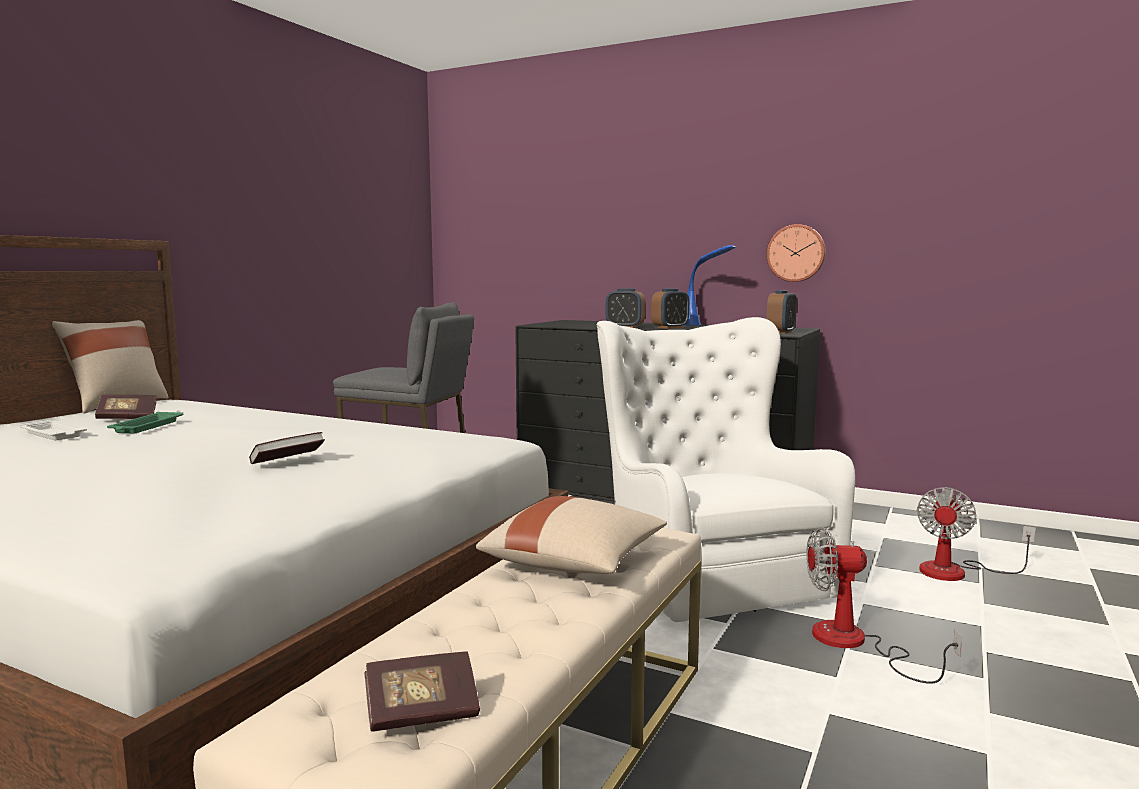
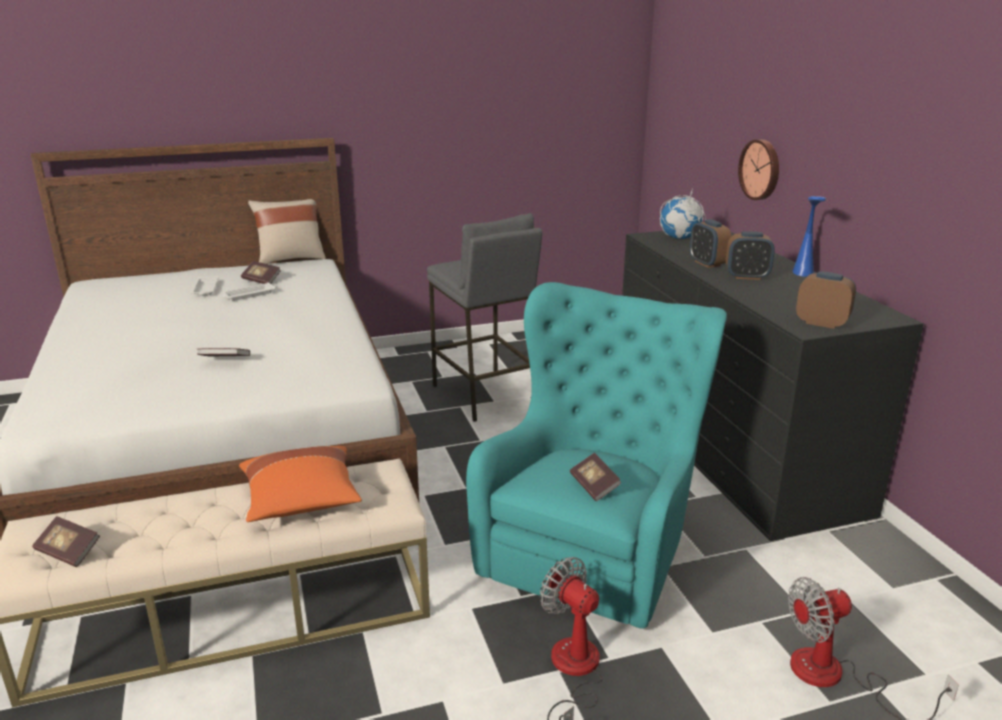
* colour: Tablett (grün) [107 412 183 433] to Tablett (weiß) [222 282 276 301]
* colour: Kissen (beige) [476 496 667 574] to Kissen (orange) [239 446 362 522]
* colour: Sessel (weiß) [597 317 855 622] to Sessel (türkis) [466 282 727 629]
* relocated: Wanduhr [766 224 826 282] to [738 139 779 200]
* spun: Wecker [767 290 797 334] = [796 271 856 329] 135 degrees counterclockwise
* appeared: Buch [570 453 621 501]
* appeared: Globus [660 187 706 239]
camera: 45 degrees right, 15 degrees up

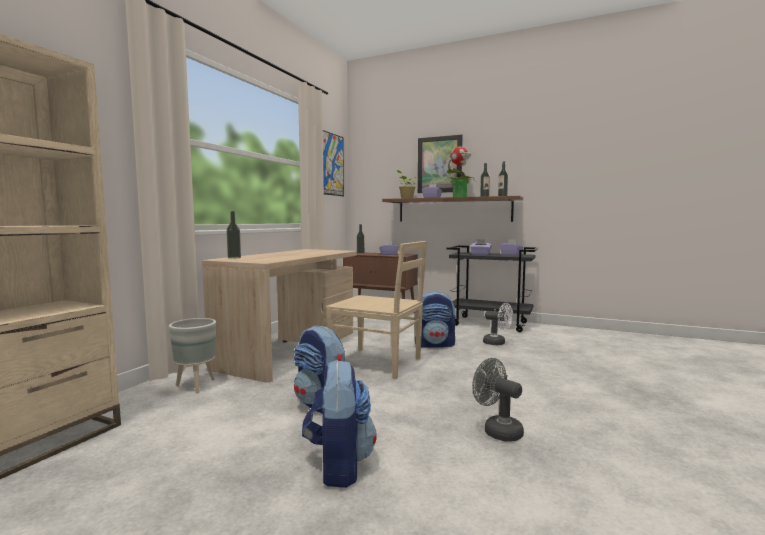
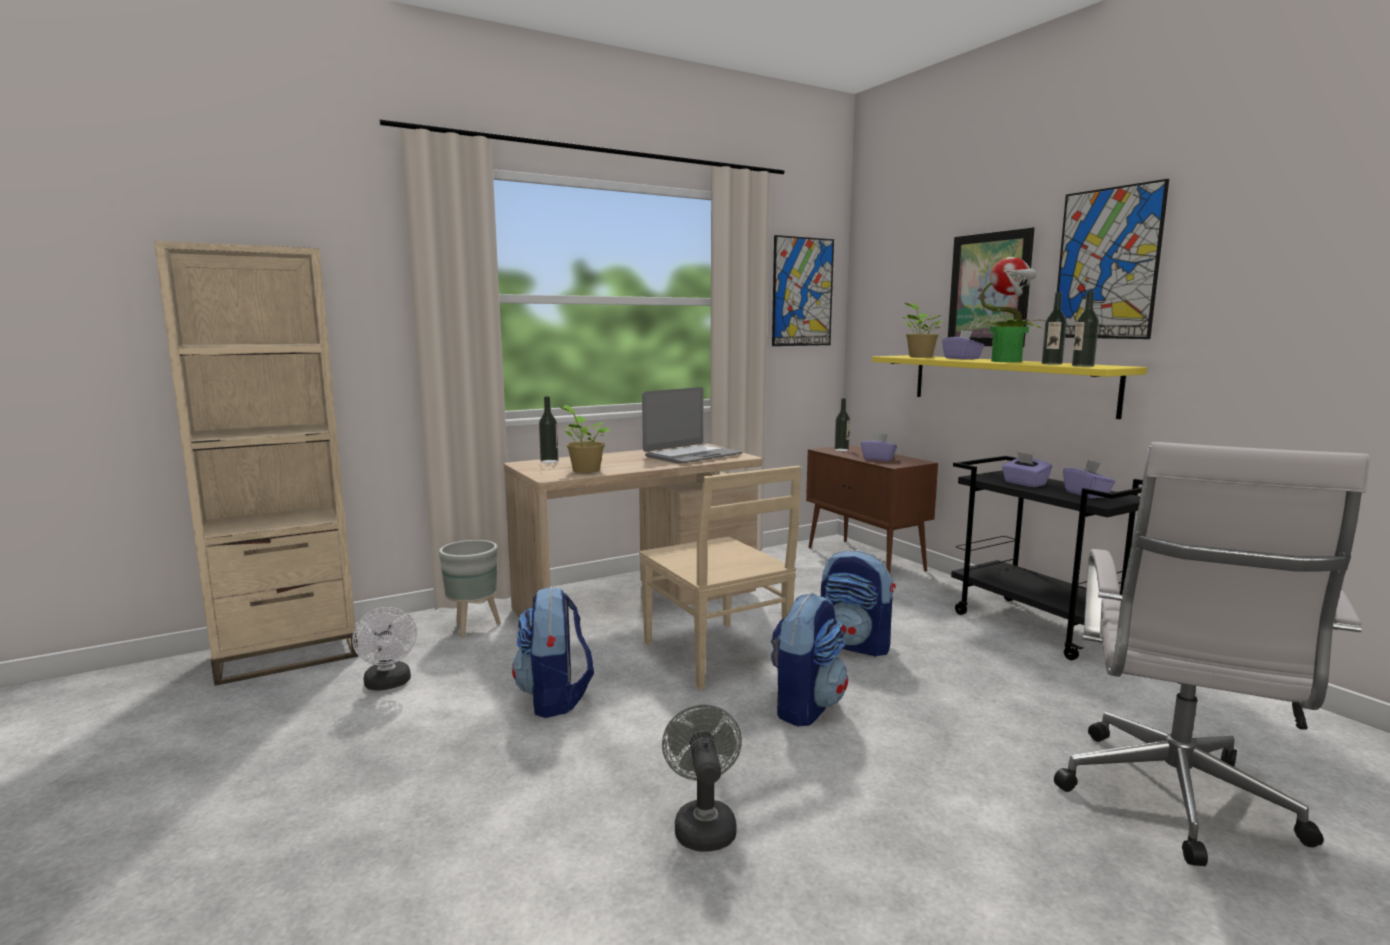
* relocated: Rucksack [302 359 377 488] to [770 593 848 727]
* colour: Wandregal (braun) [382 196 523 222] to Wandregal (gelb) [872 355 1147 419]
* relocated: Ventilator (weiß) [483 303 513 345] to [352 607 417 691]
* appeared: Topfpflanze [561 405 611 473]
* appeared: Laptop [642 387 743 464]
* appeared: Bürostuhl (weiß) [1054 442 1370 866]
* appeared: Bild [1057 179 1169 339]
camera: 35 degrees right, 5 degrees up

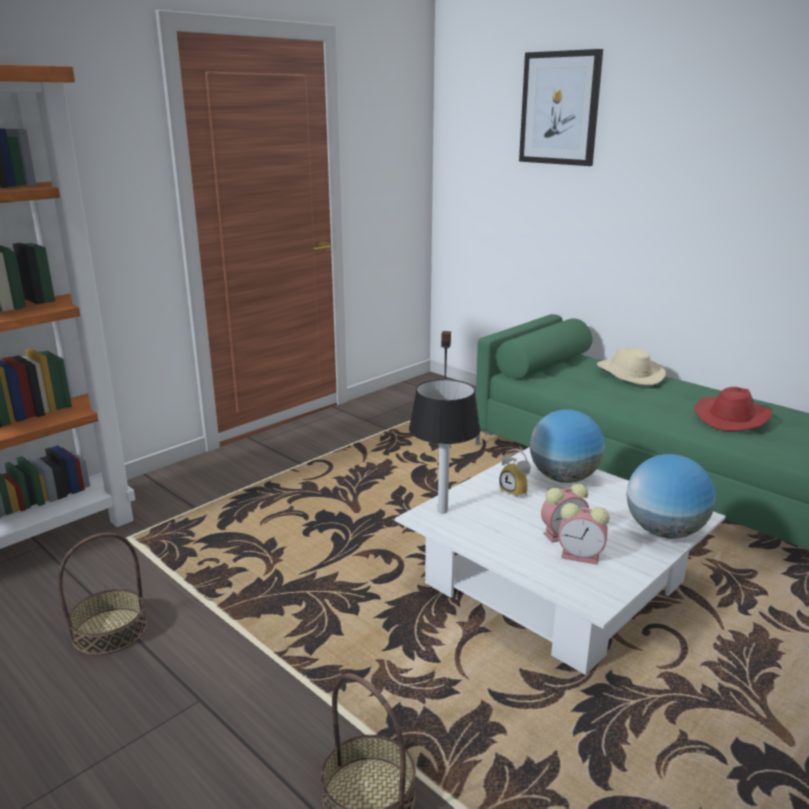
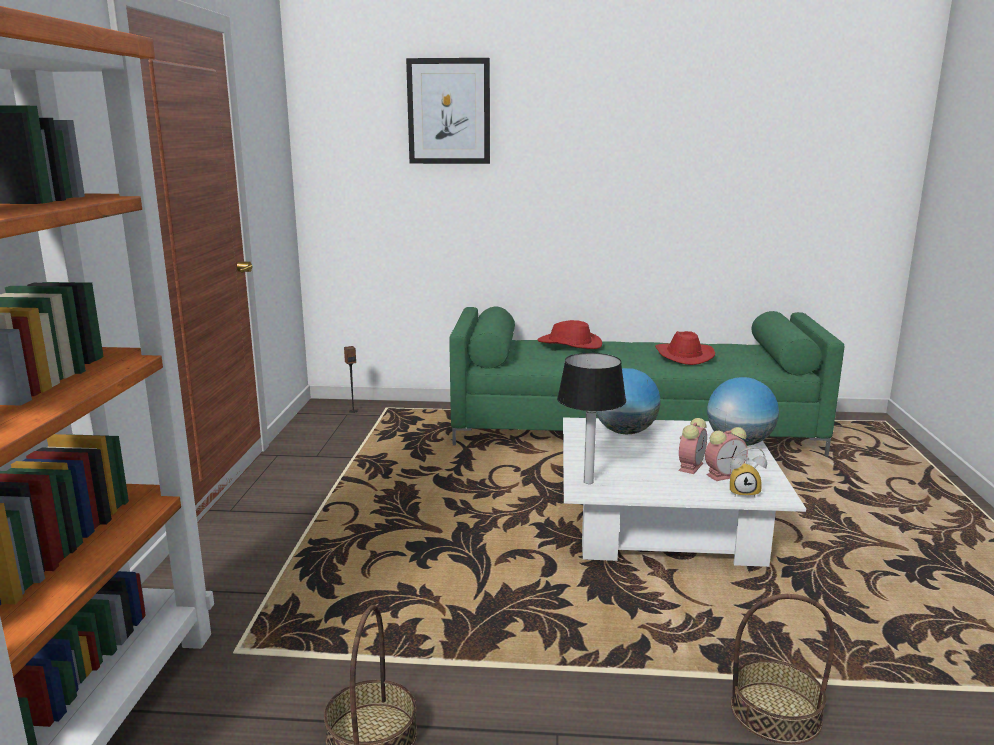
* relocated: Wecker [499 449 531 498] to [730 446 767 497]
* colour: Hut (beige) [597 348 666 386] to Hut (rot) [537 320 602 349]
camera: 40 degrees left, 5 degrees down

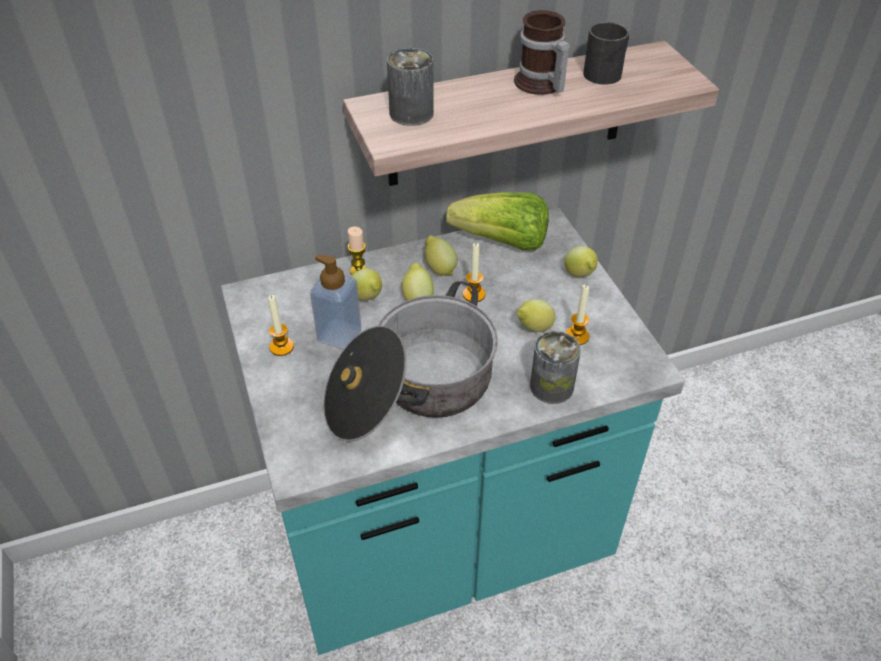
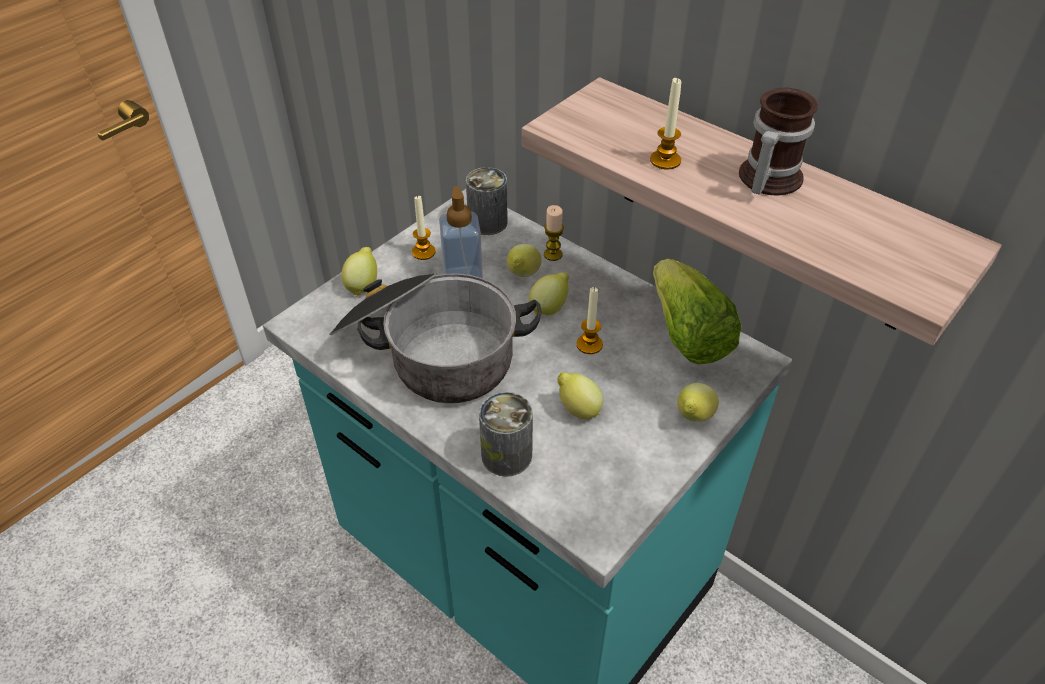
* relocated: Dose [387 48 434 126] to [466 167 508 235]
* relocated: Zitrone [425 235 458 275] to [341 247 377 297]
* relocated: Kerze [566 285 589 345] to [650 77 681 170]
* missing: Henkelbecher (schwarz) [583 22 629 85]
camera: 60 degrees right, 0 degrees up

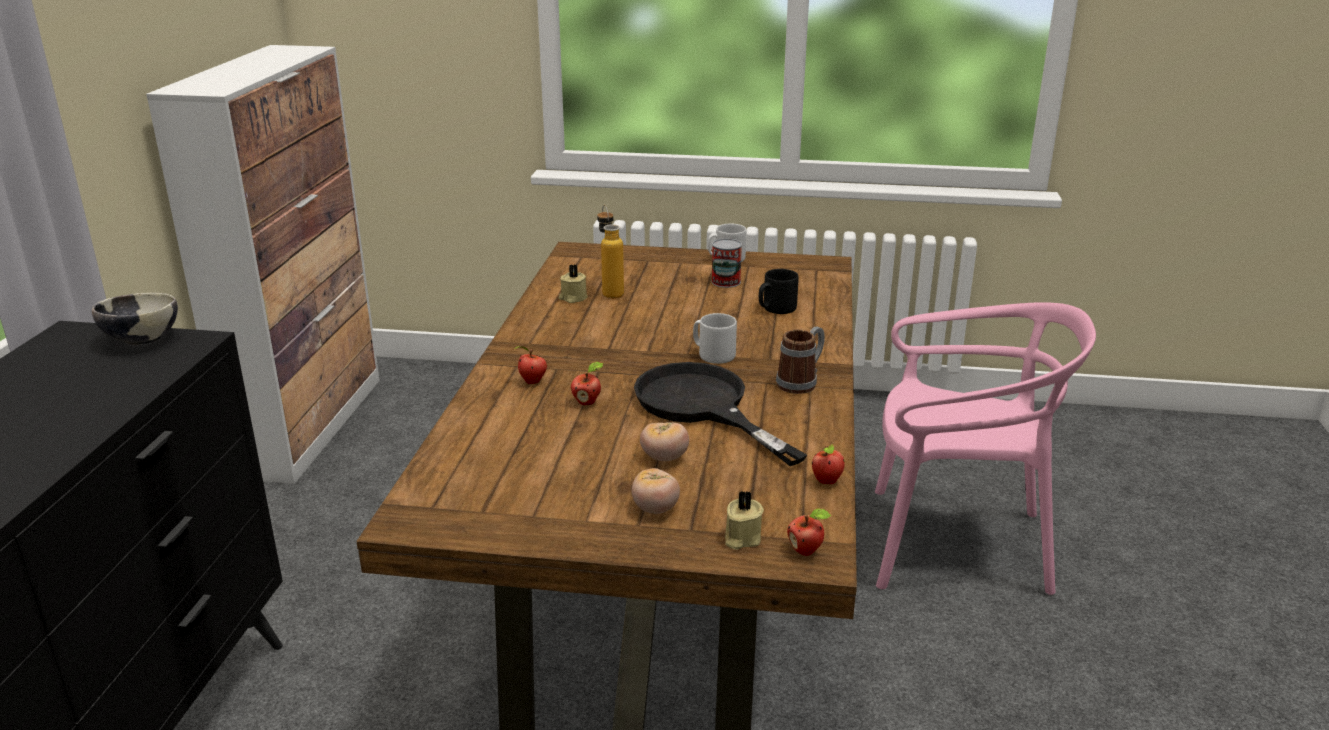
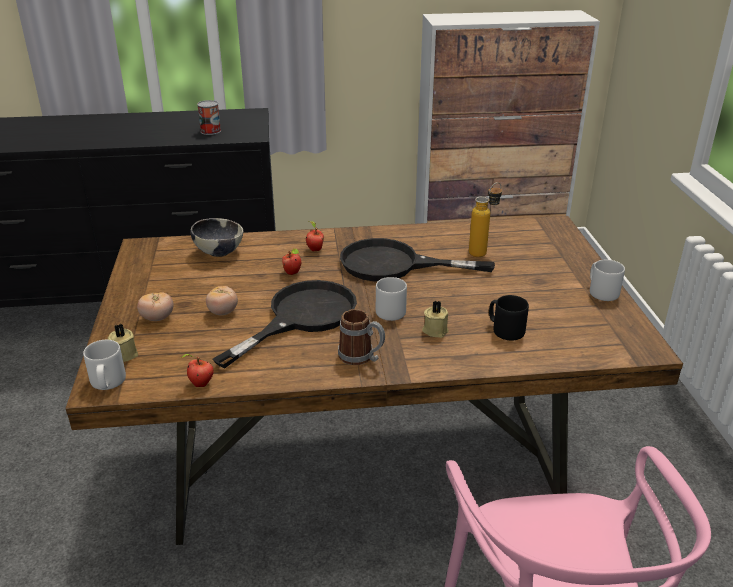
* relocated: Schüssel [92 293 178 345] to [190 218 243 257]
* relocated: Kerze (beige) [559 265 588 303] to [422 301 449 338]
* relocated: Dose [711 238 742 288] to [197 100 221 135]
* exchanged: Apfel [787 508 832 556] to Henkelbecher (grau) [83 340 126 390]
* appeared: Pfanne (schwarz) [340 238 495 281]
camera: 75 degrees right, 5 degrees up

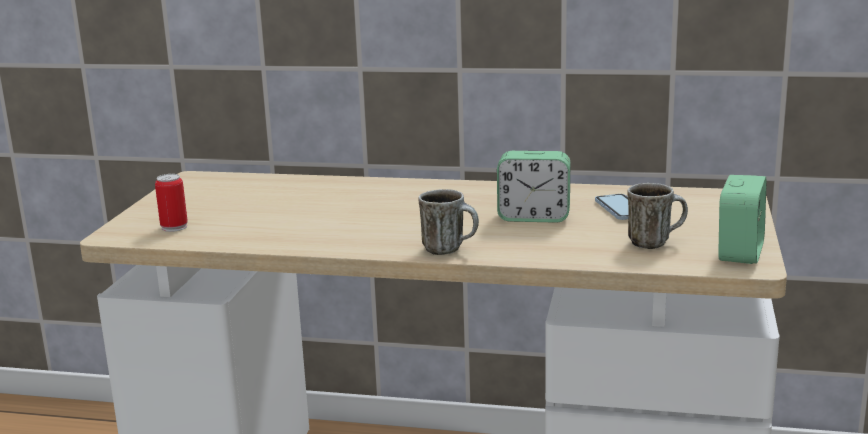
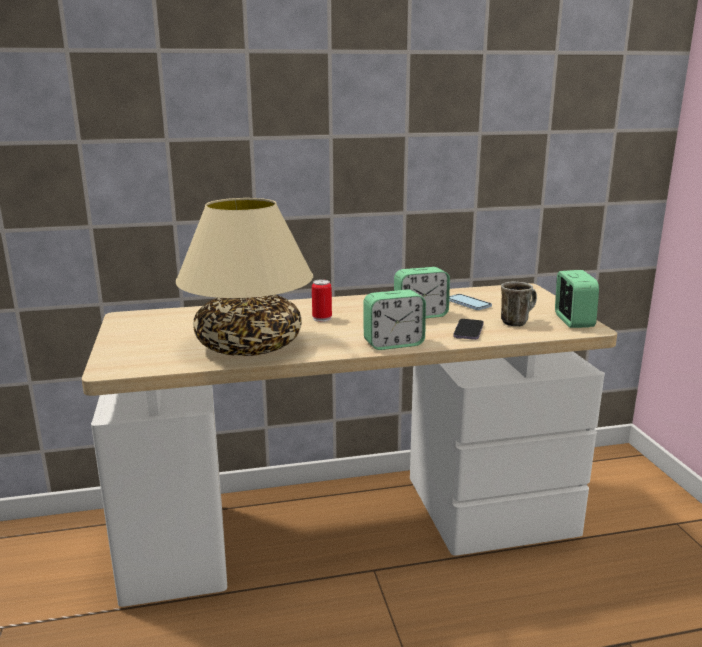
* relocated: Dose [155 174 188 232] to [312 279 332 322]
* exchanged: Henkelbecher [418 189 479 255] to Wecker [363 289 426 350]
* appeared: Tischlampe (beige) [176 198 313 356]
* appeared: Handy [453 319 484 340]
camera: 25 degrees left, 0 degrees up

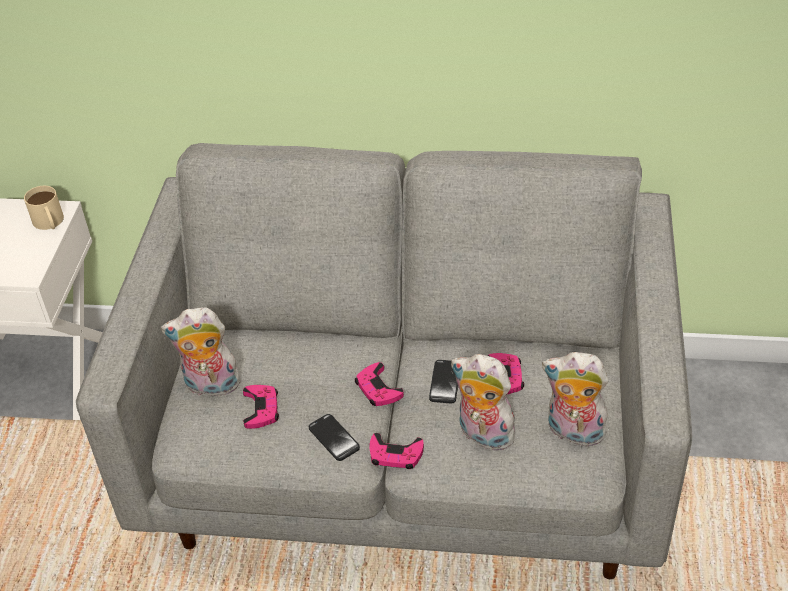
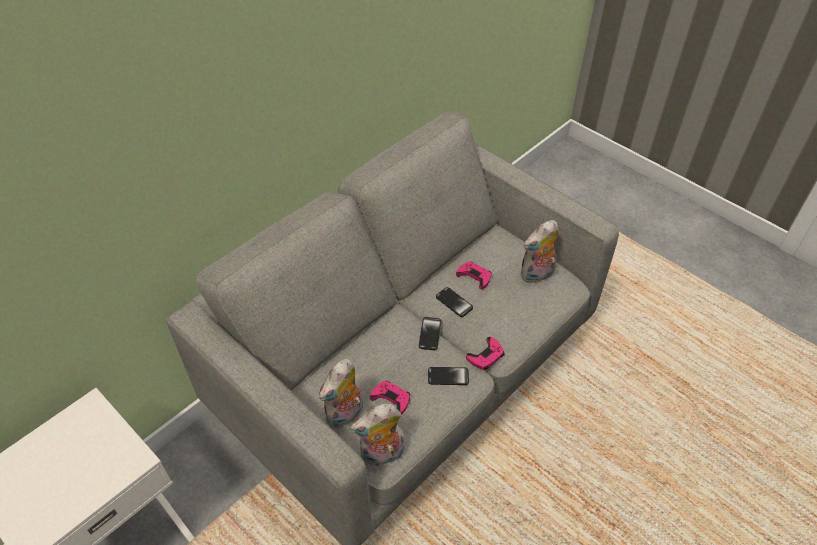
* missing: Henkelbecher (beige) [24 186 64 230]
* exchanged: Gamepad (rosa) [355 362 404 406] to Handy [419 317 441 350]
* relocated: Plüschtier [451 354 522 450] to [350 403 404 467]
camera: 55 degrees left, 5 degrees up

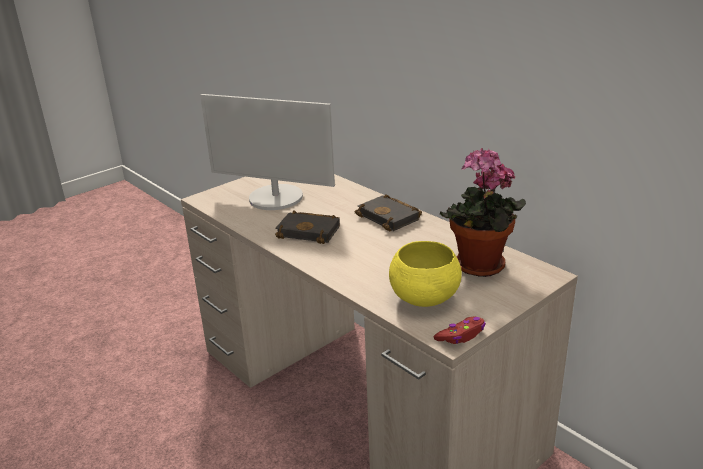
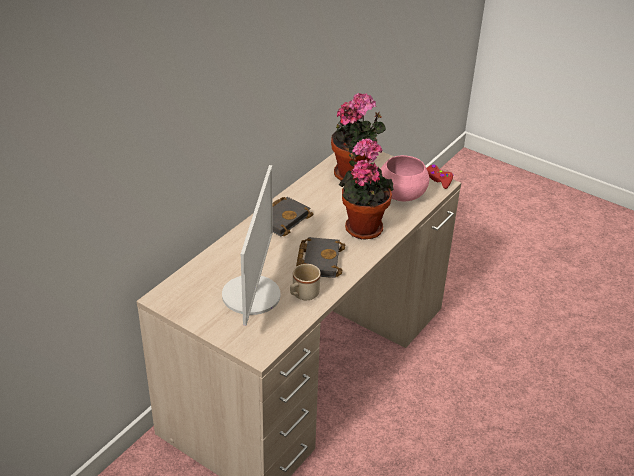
* colour: Schüssel (gelb) [389 241 462 307] to Schüssel (rosa) [381 155 429 201]
* appeared: Henkelbecher (beige) [290 264 321 300]
* appeared: Topfpflanze [339 139 394 239]
camera: 105 degrees left, 10 degrees up

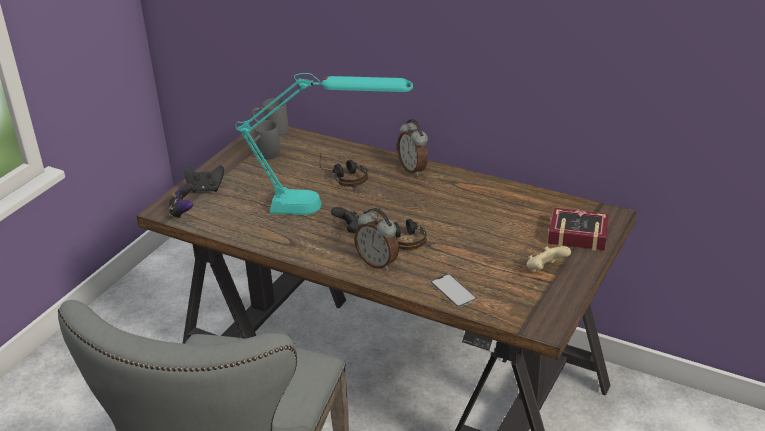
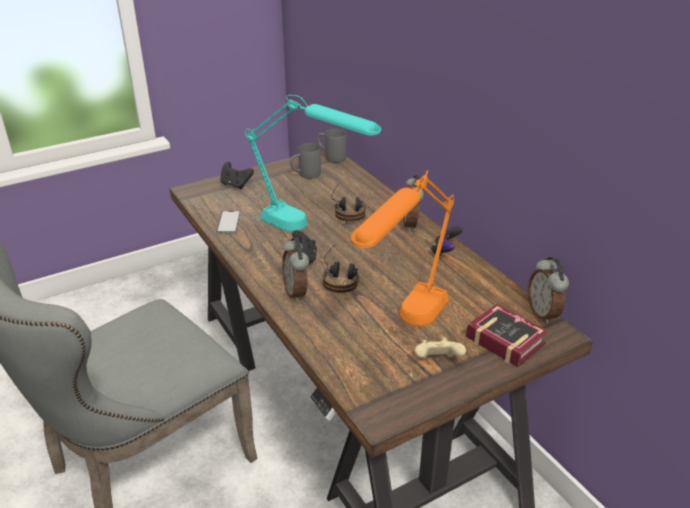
* relocated: Gamepad [169 183 193 219] to [431 226 463 255]
* relocated: Handy [430 274 477 308] to [216 211 241 233]
* appeared: Tischlampe (orange) [351 170 454 326]
* appeared: Wecker [528 257 569 324]
camera: 30 degrees right, 0 degrees up

